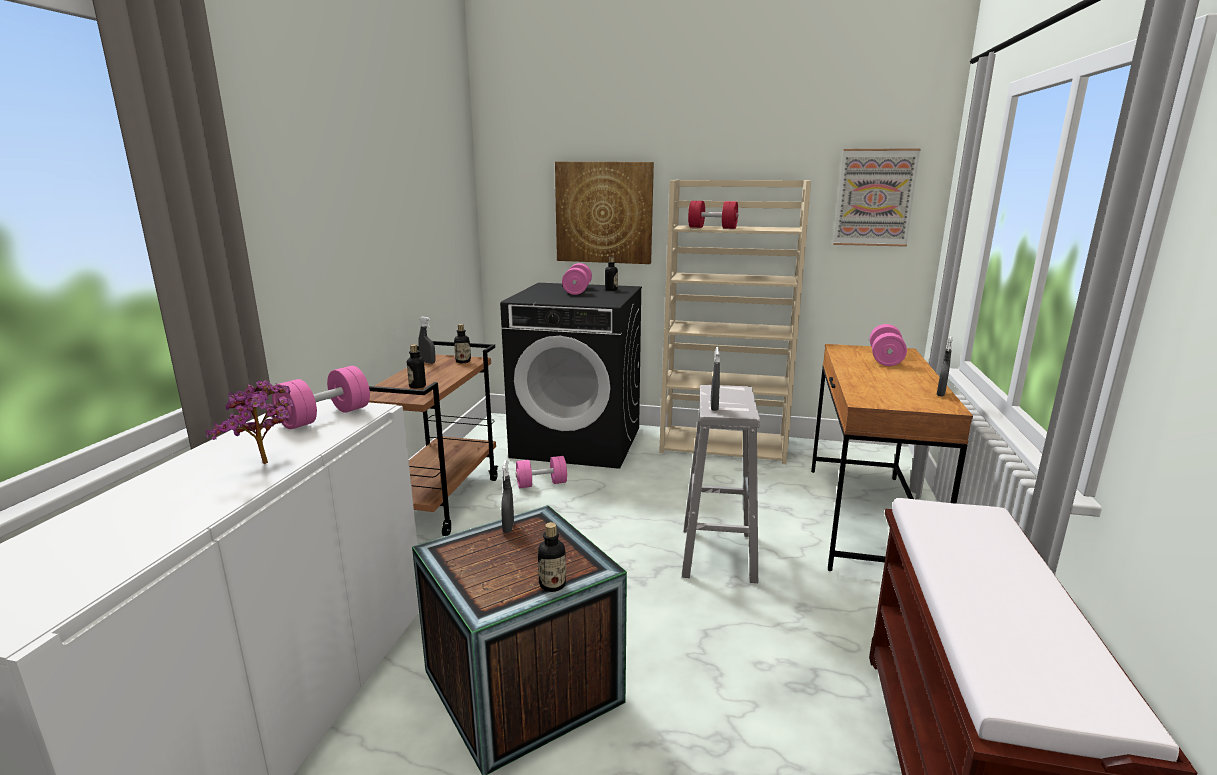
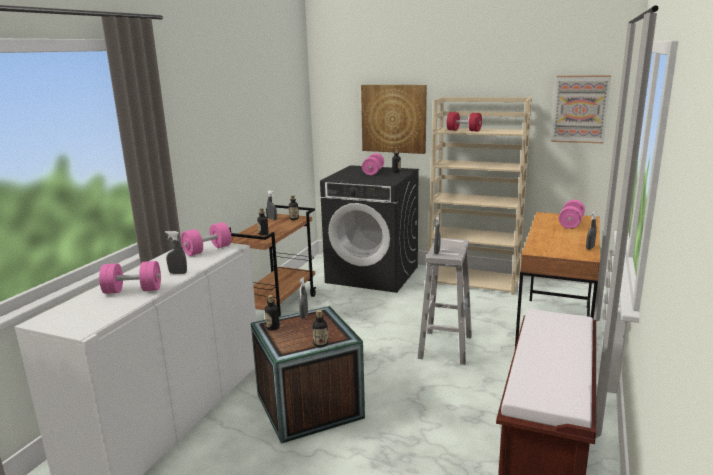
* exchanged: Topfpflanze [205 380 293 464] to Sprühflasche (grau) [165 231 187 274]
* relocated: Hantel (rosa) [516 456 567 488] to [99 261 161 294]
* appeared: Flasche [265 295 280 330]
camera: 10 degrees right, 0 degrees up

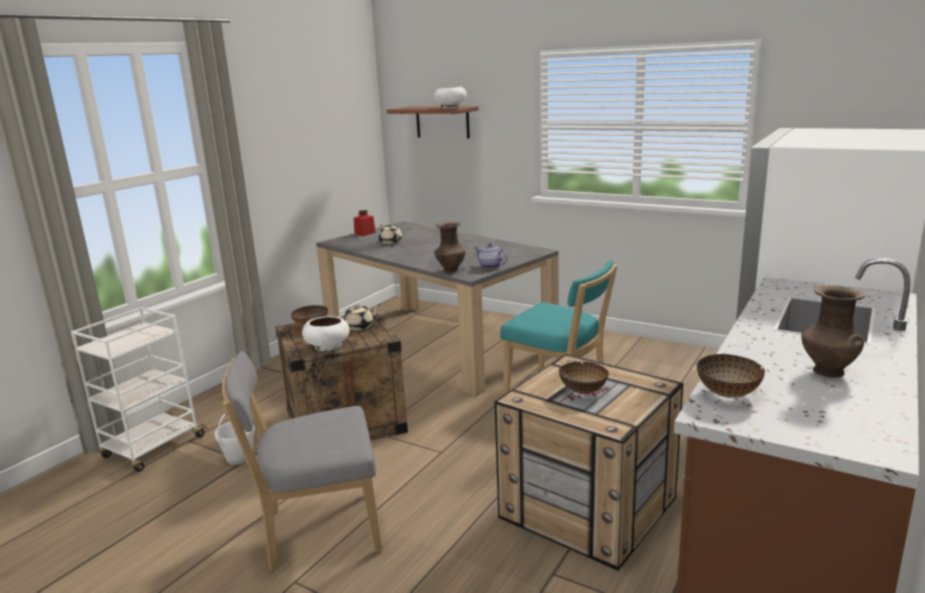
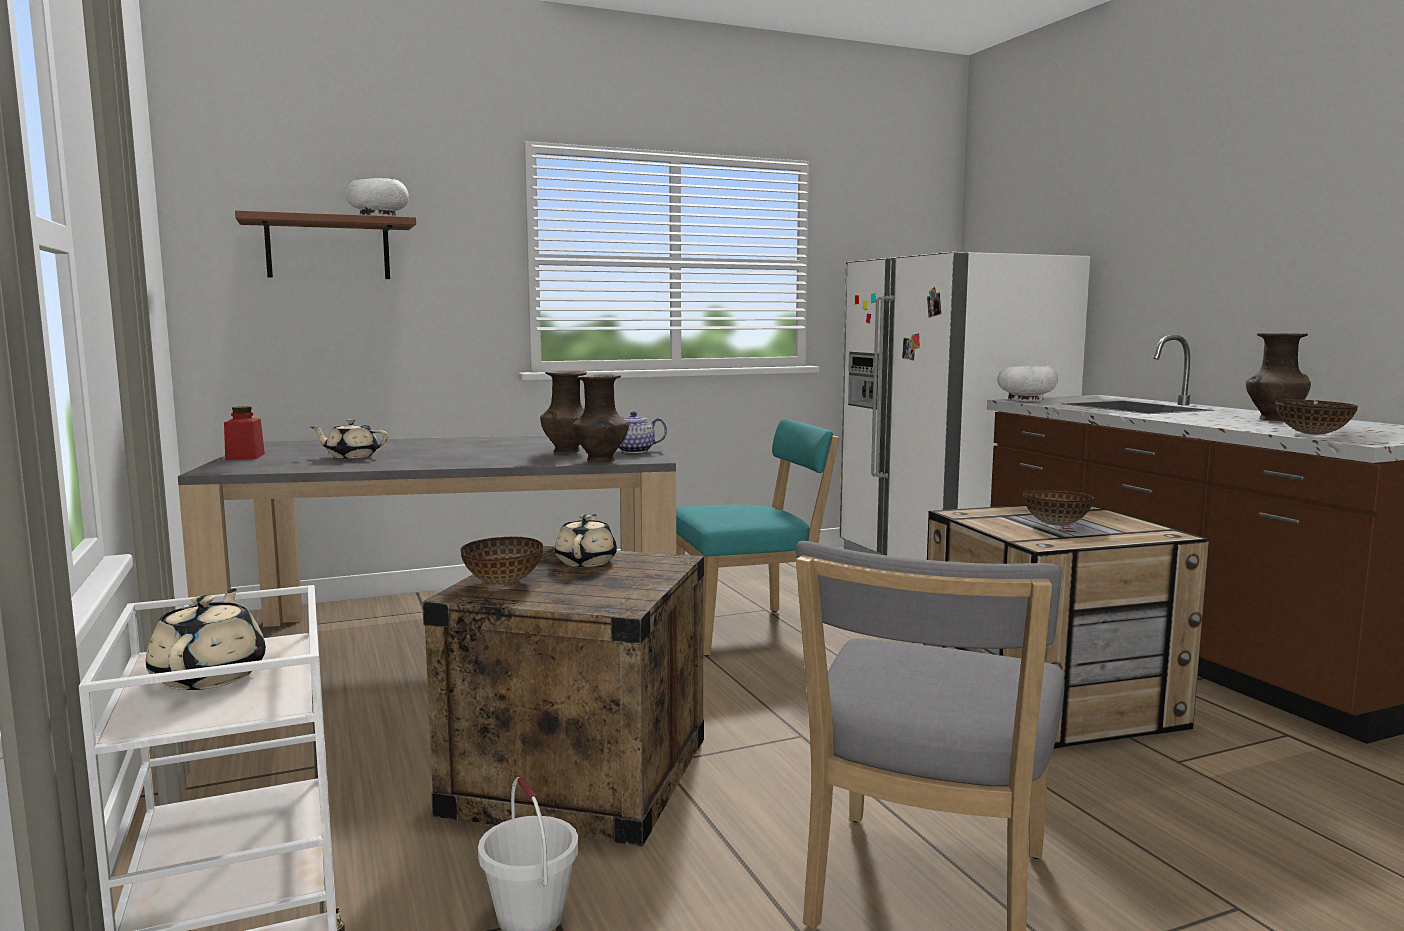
* relocated: Schüssel (weiß) [302 316 350 351] to [997 366 1058 401]
* appeared: Teekanne (beige) [146 588 266 690]
* appeared: Vase (braun) [540 370 587 453]
camera: 55 degrees left, 10 degrees down

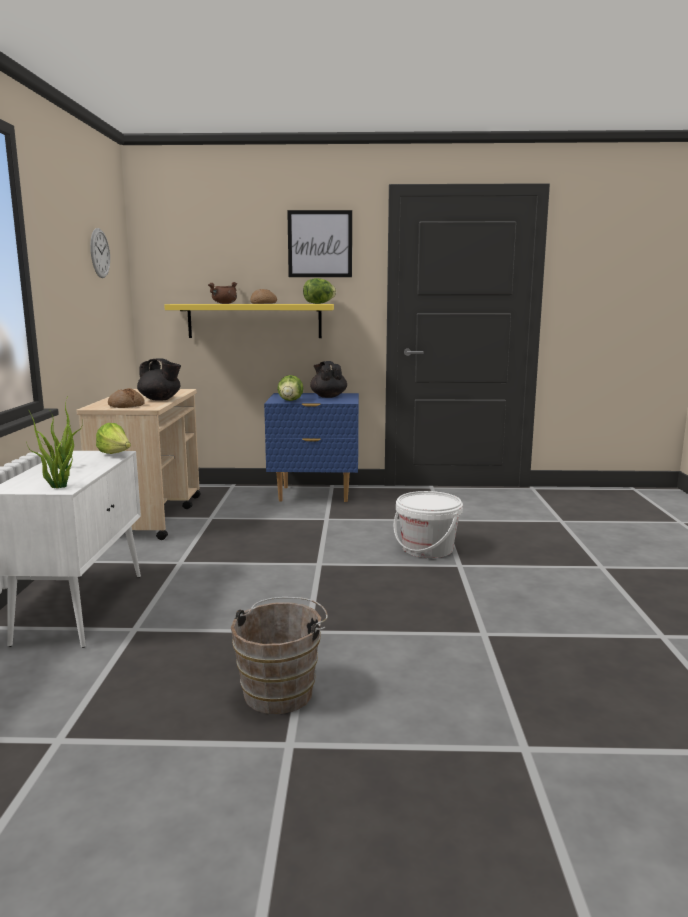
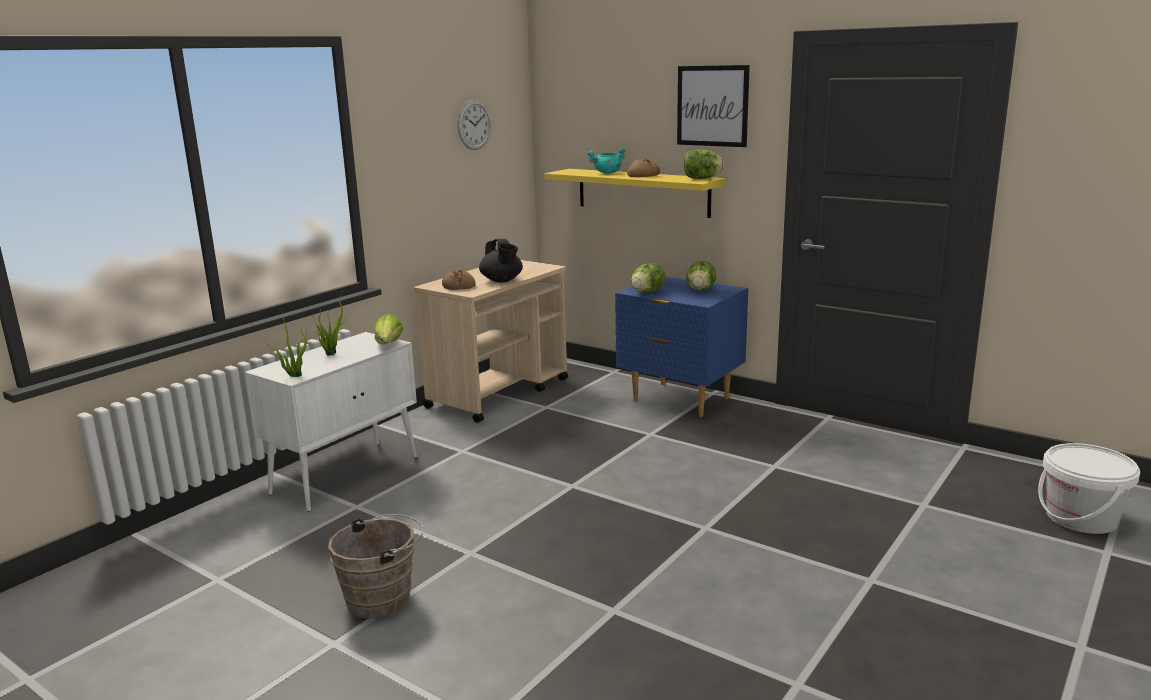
* colour: Kochtopf (braun) [208 282 237 304] to Kochtopf (türkis) [587 148 626 174]
* exchanged: Teekanne (schwarz) [310 361 347 398] to Salatkopf [686 261 716 291]
* relocated: Eimer (weiß) [394 491 463 558] to [1038 443 1140 534]
camera: 35 degrees right, 5 degrees up

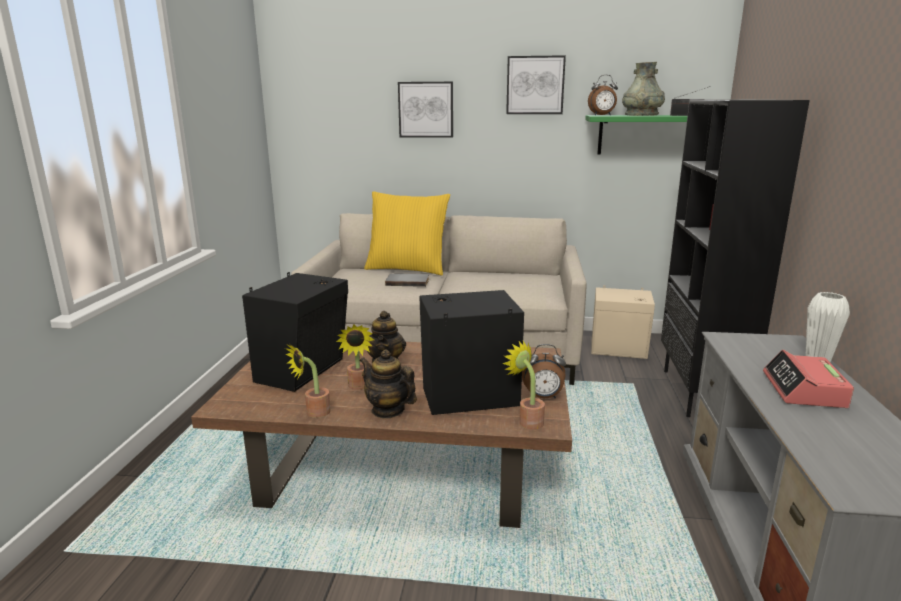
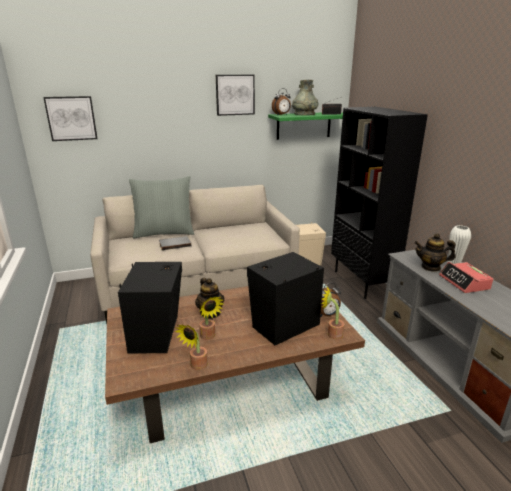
* relocated: Teekanne [360 349 417 419] to [414 233 456 272]
* colour: Kissen (gelb) [364 191 450 276] to Kissen (grau) [129 176 194 238]
* relocated: Bild [398 82 453 138] to [43 96 98 141]
camera: 25 degrees left, 5 degrees up

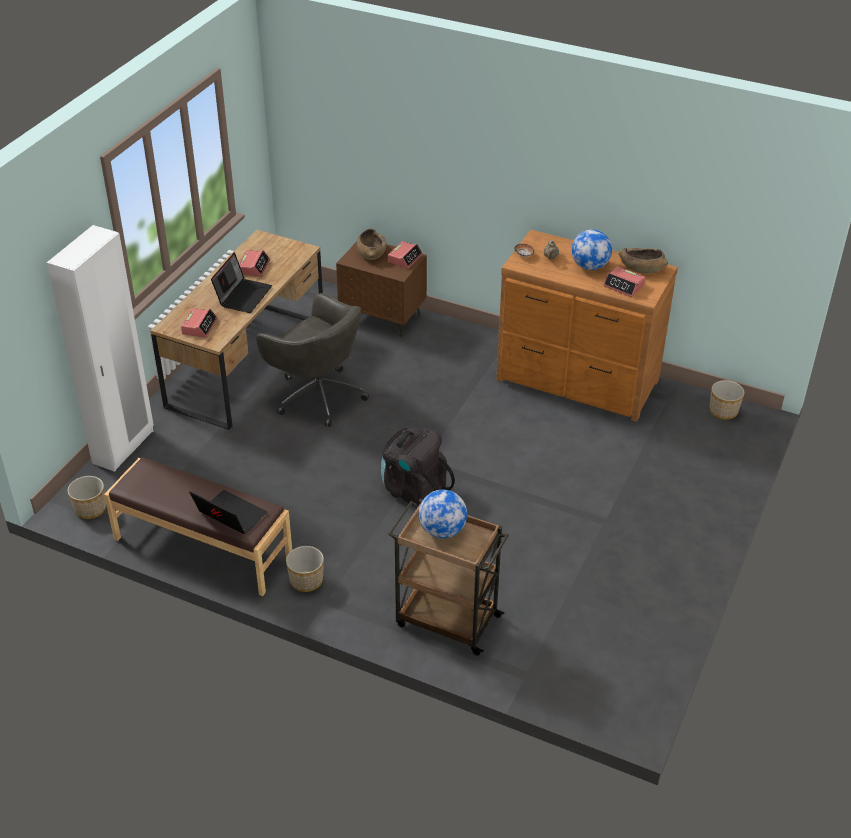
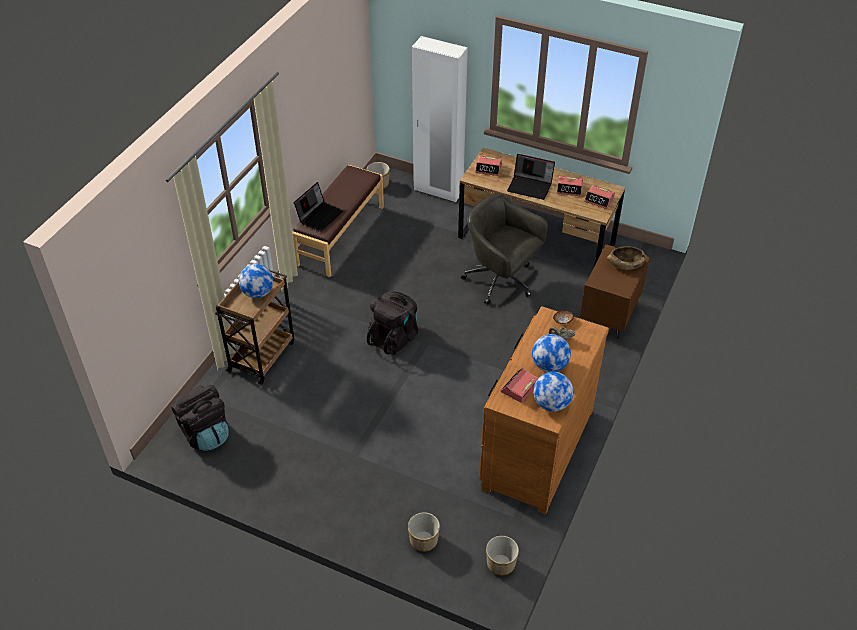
* spun: Bürostuhl (grau) [256 293 369 427] = [461 194 548 305] 90 degrees clockwise
* relocated: Pflanzkübel [286 546 324 592] to [408 512 440 552]
* relocated: Wecker [388 241 423 269] to [584 185 615 209]
* exchanged: Schüssel (braun) [619 247 668 274] to Globus [533 372 573 412]
* appeared: Rucksack (schwarz) [171 385 229 451]
camera: 90 degrees right, 5 degrees up

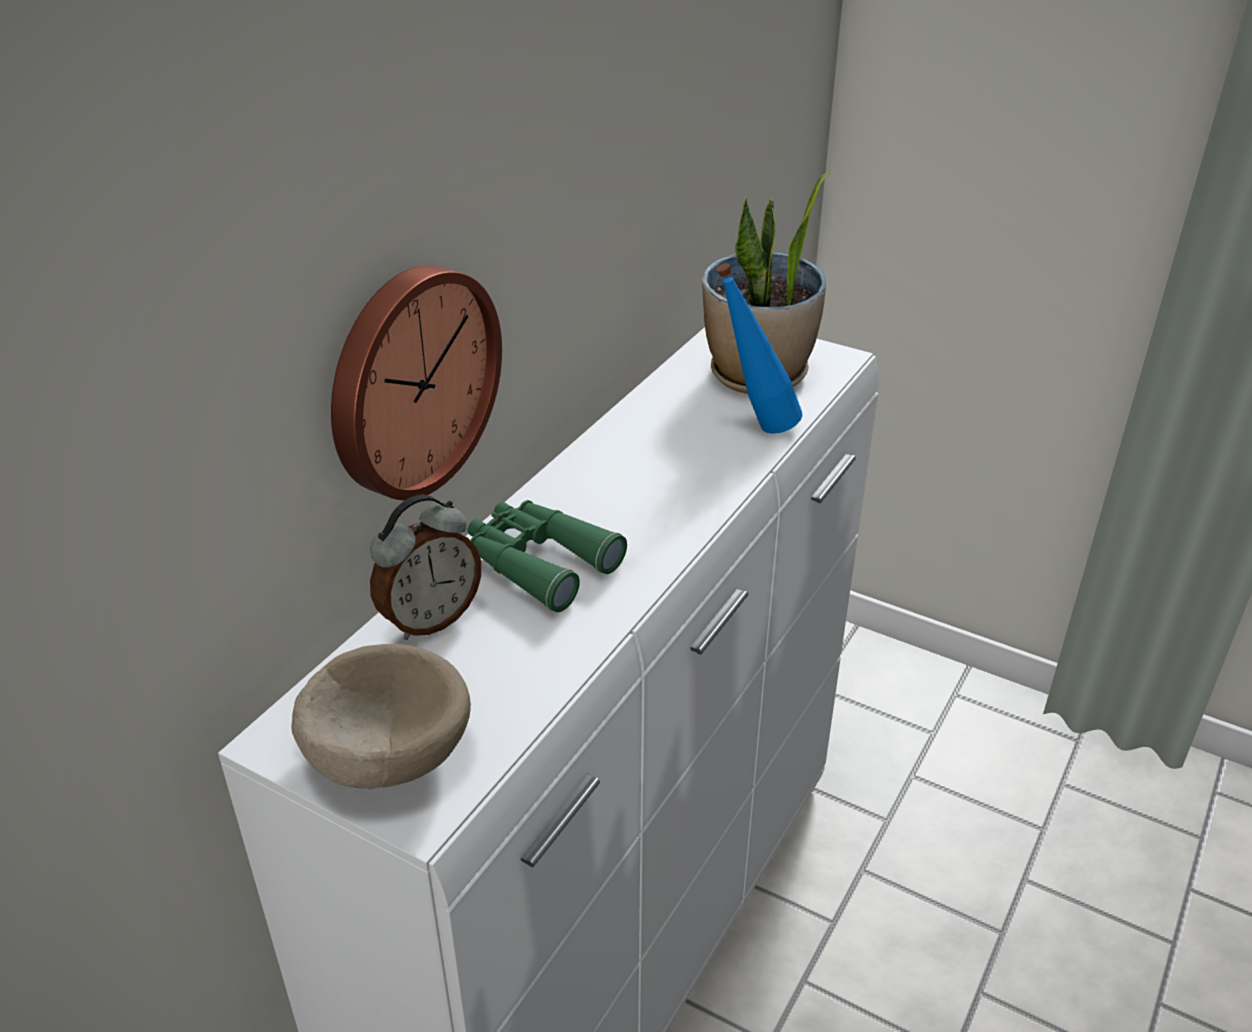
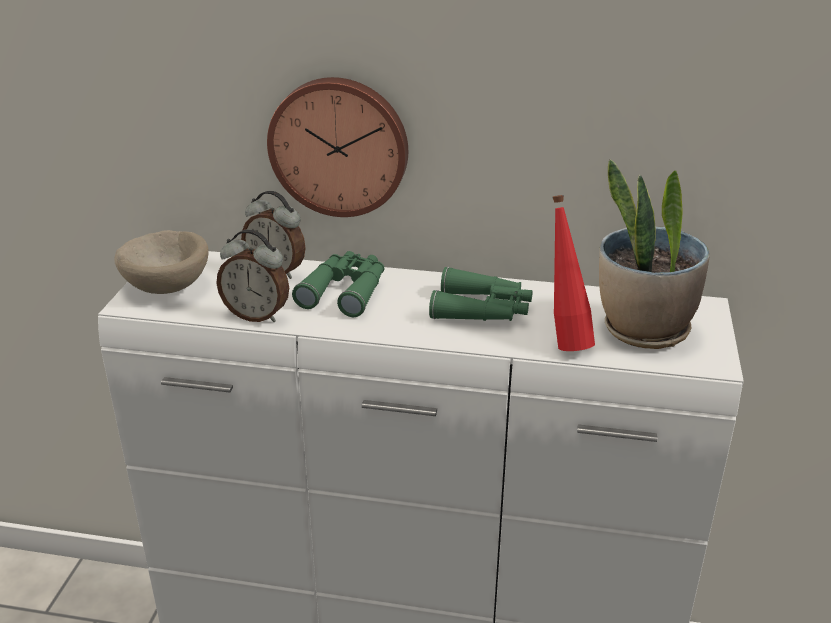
* colour: Flasche (blau) [716 263 802 434] to Flasche (rot) [552 195 595 351]
* appeared: Wecker [216 229 289 322]
* appeared: Fernglas (grün) [429 267 533 321]
camera: 70 degrees right, 5 degrees down

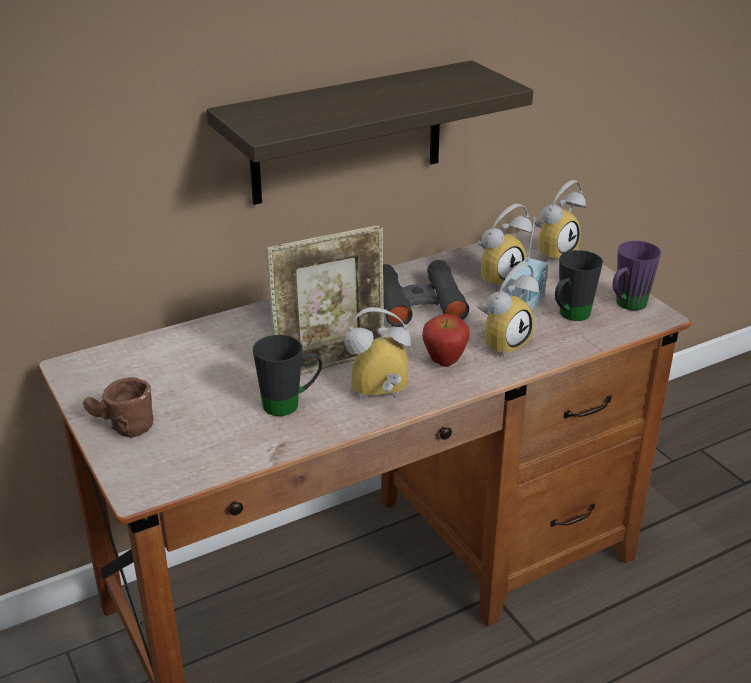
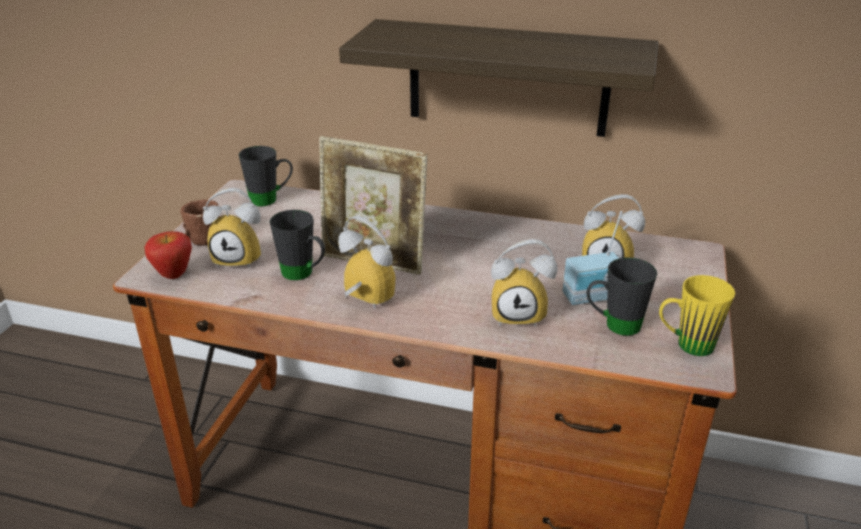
* missing: Fernglas (schwarz) [383 260 469 327]
* relocated: Apfel [422 314 470 367] to [144 231 192 279]
* relocated: Wecker [531 180 586 263] to [203 188 261 269]
* colour: Henkelbecher (lila) [612 241 661 311] to Henkelbecher (gelb) [659 275 735 356]
* appeared: Henkelbecher (schwarz) [239 146 293 206]
camera: 45 degrees right, 0 degrees up

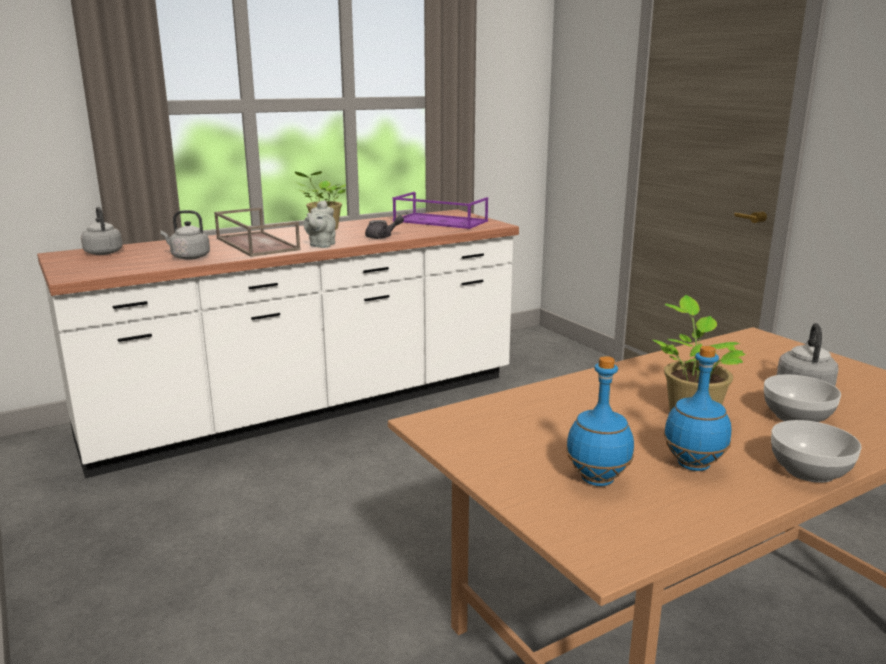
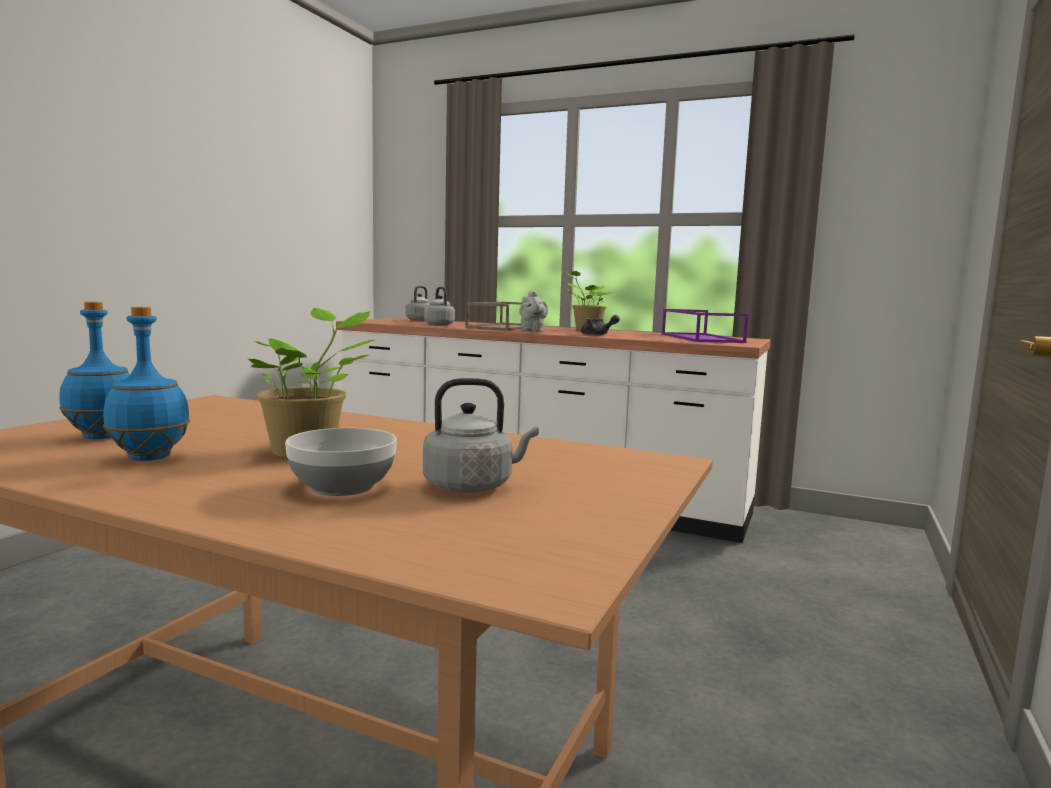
* spun: Teekanne (grau) [304 200 336 248] = [519 290 548 332] 75 degrees counterclockwise
* missing: Schüssel [771 420 861 483]
camera: 55 degrees right, 10 degrees down

